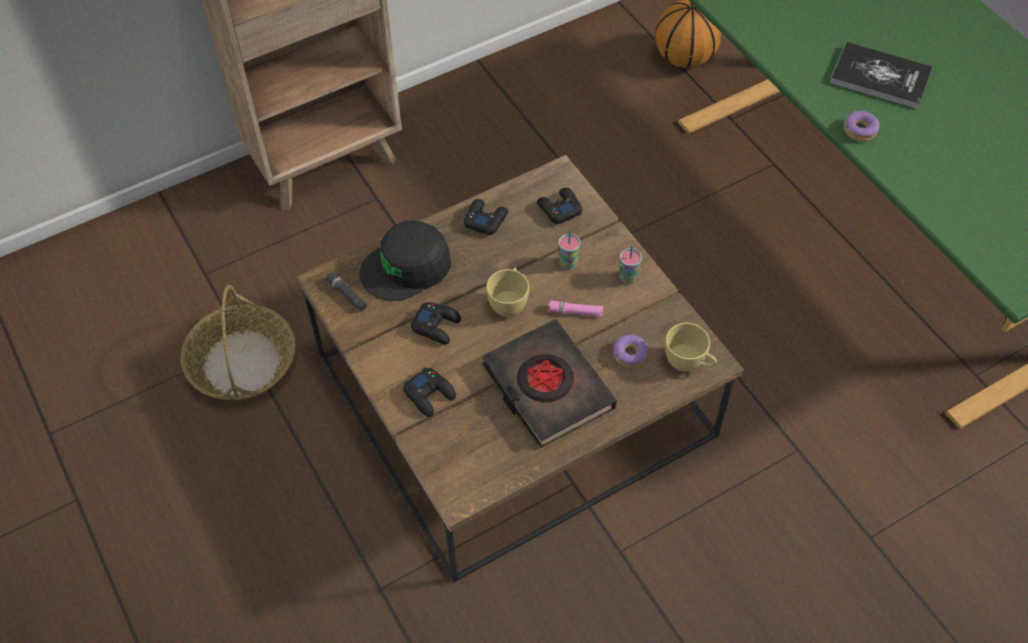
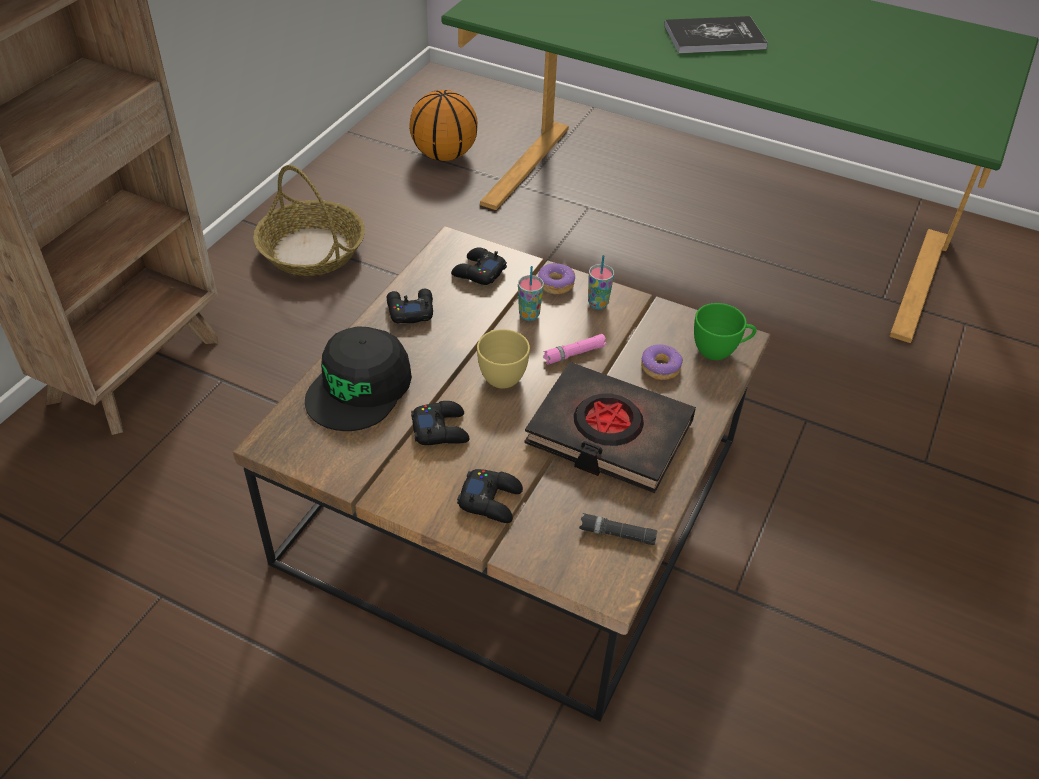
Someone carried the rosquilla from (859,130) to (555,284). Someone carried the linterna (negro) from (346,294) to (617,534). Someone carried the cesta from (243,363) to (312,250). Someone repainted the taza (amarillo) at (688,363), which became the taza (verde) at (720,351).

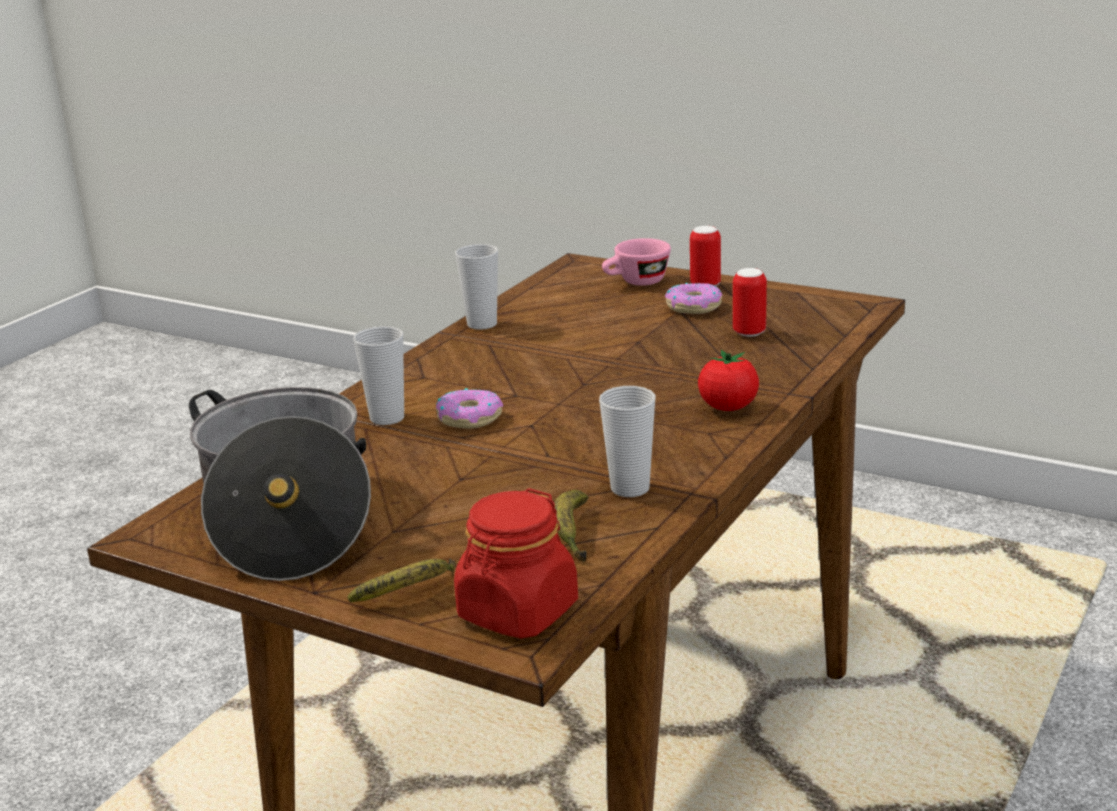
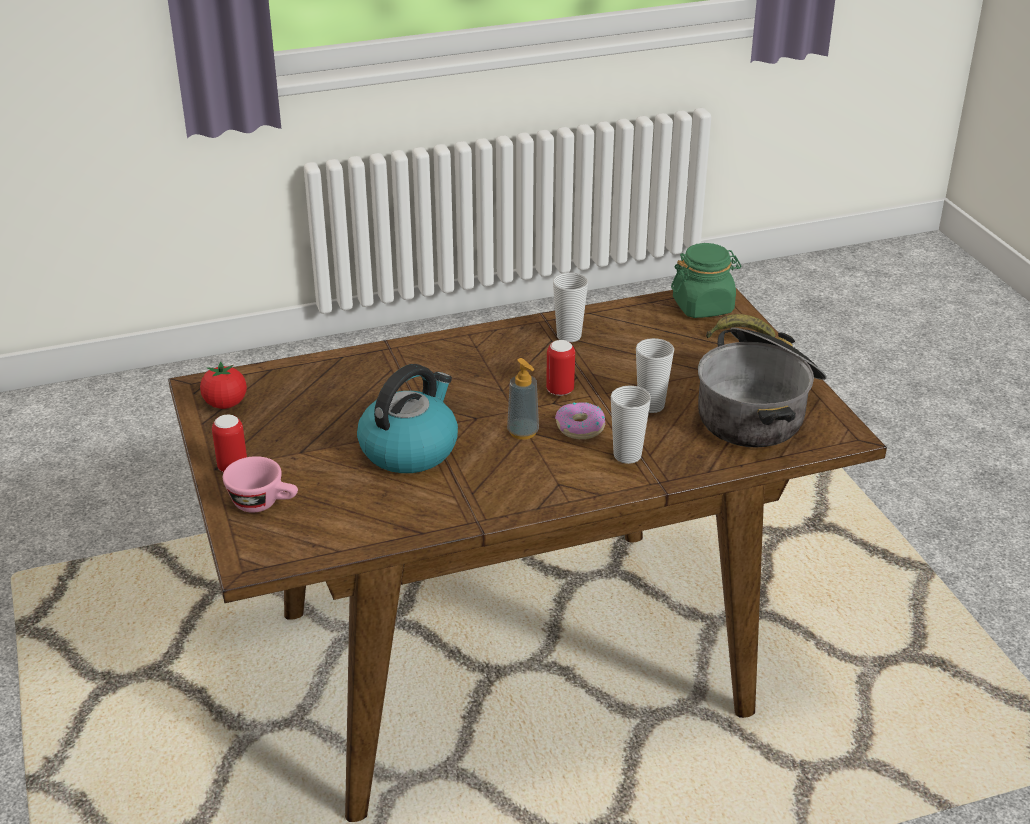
Someone carried the taza from (482,324) to (651,406). Someone carried the lata from (749,332) to (560,390). Someone took away the rosquilla at (693,306). Someone carried the tomate from (728,407) to (225,404). Someone repainted the tarro (rojo) at (517,612), which became the tarro (verde) at (703,306). Someone took away the plátano at (572,534). Someone put down the dispensador de jabón at (523,432). Someone put down the hervidor at (409,448).

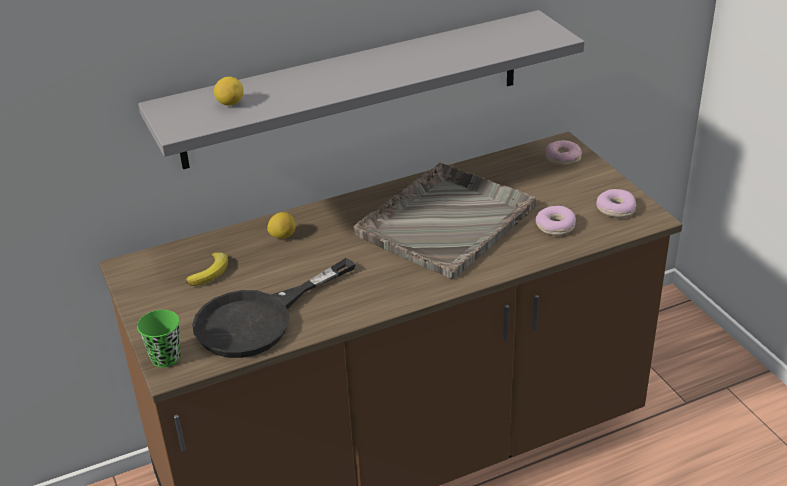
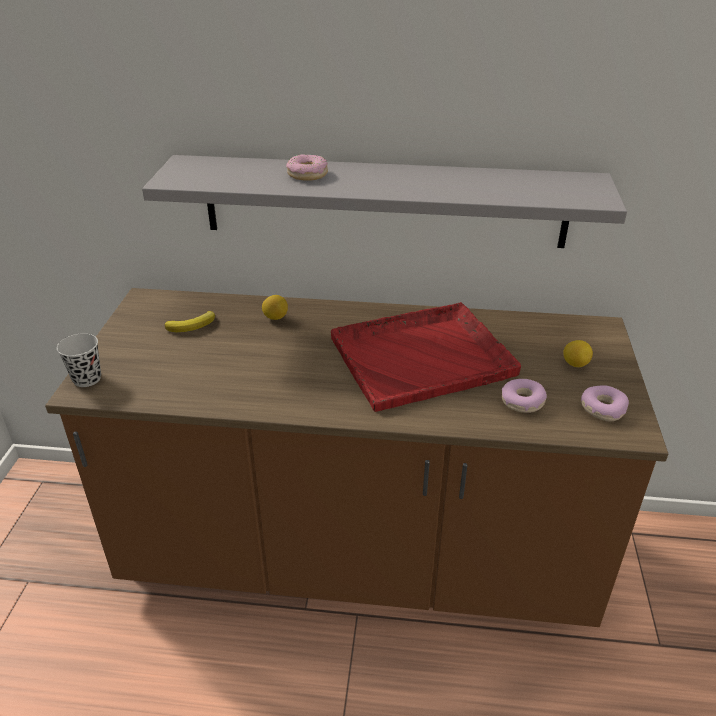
Someone carried the limón from (230,103) to (575,364). Someone carried the rosquilla from (563,158) to (307,174). Someone repainted the bandeja (gris) at (447,220), which became the bandeja (rojo) at (423,356). Someone took away the sartén (negro) at (259,319). Someone repainted the taza (verde) at (165,358), which became the taza (negro) at (87,379).

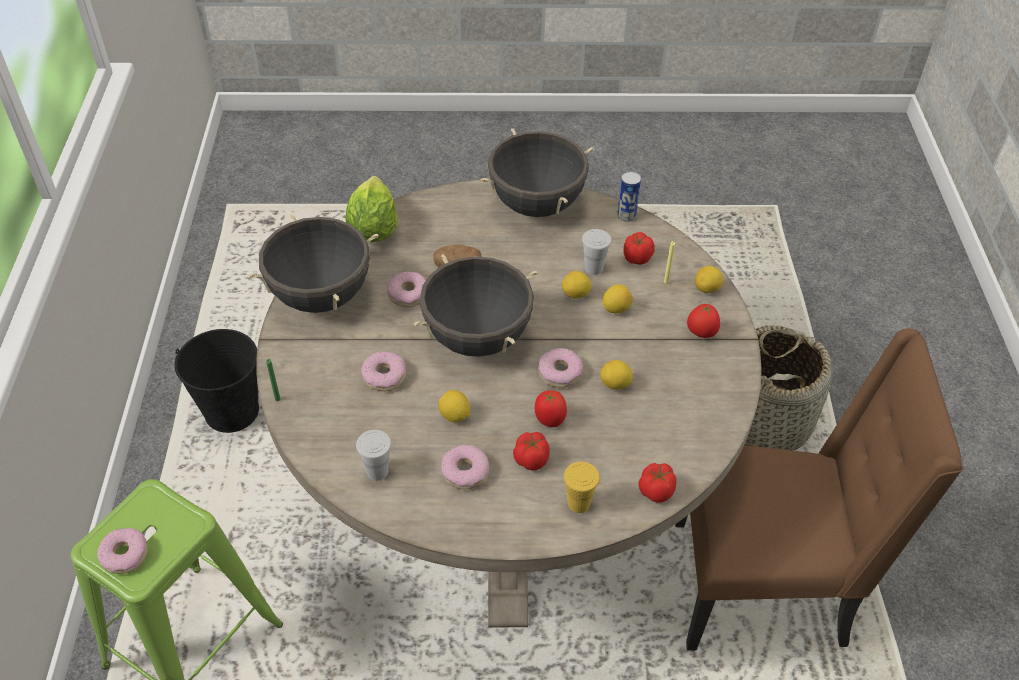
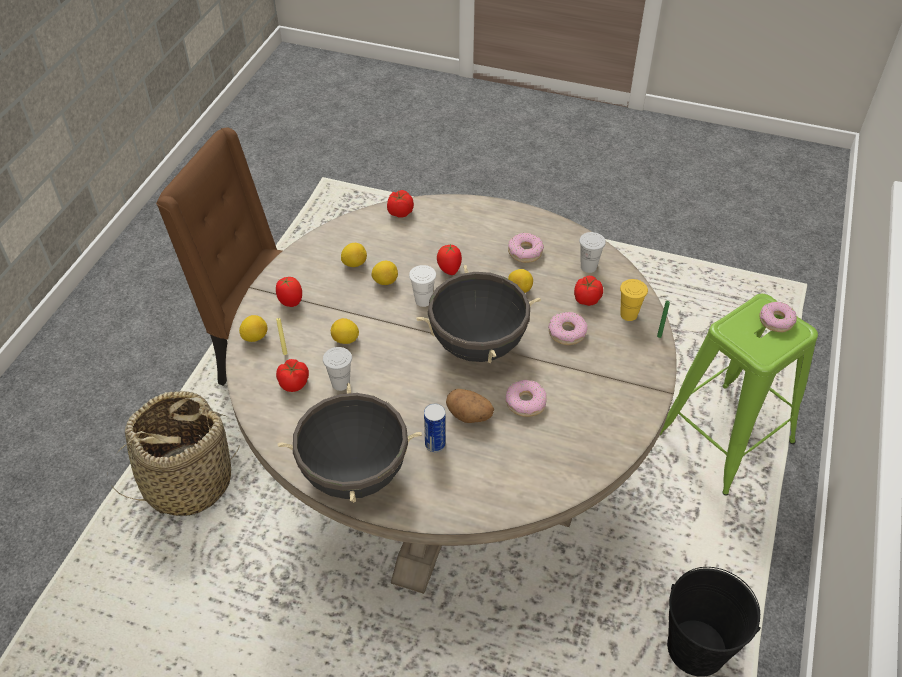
Someone carried the lata from (626,216) to (435,444). Someone took away the lechuga at (373,228). Someone took away the olla (negro) at (321,296). Someone carried the limón from (576,294) to (354,263). Someone swapped the rosquilla at (559,372) for the taza (blanco) at (423,300). Someone carried the tomate from (531,459) to (586,299). Someone carried the taza (amarillo) from (578,503) to (628,314).

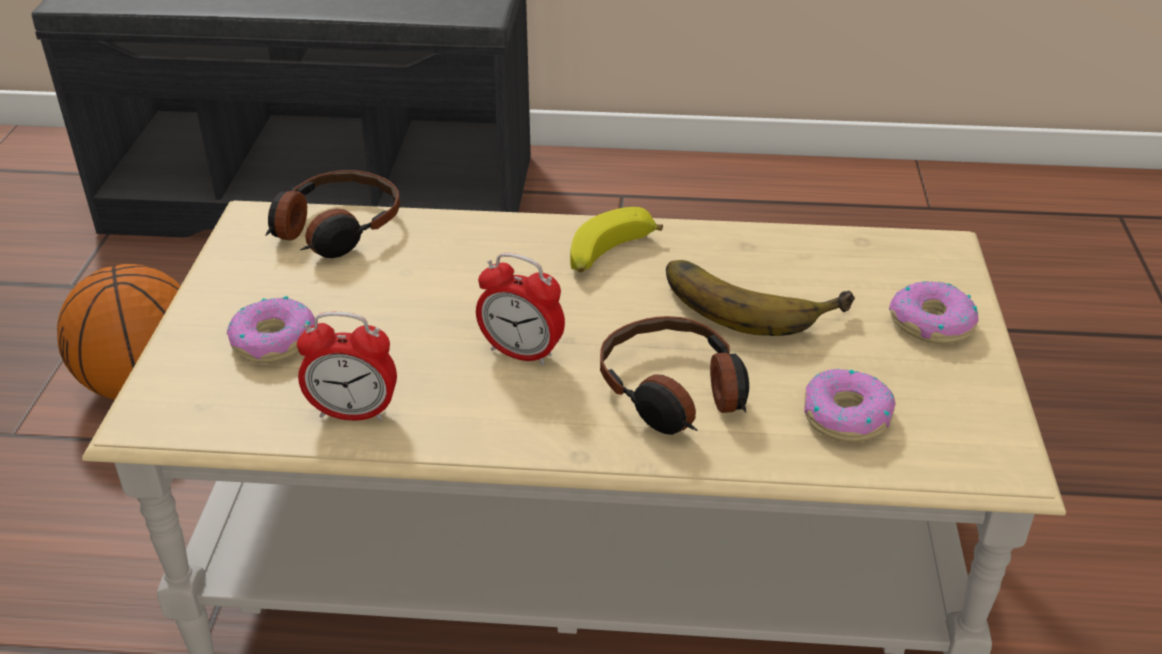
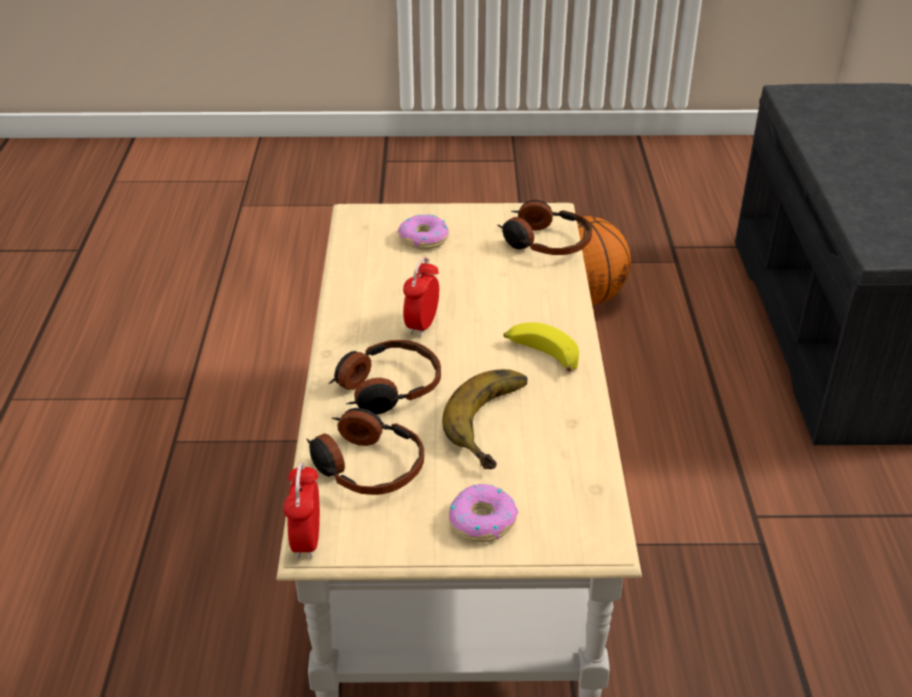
Someone carried the despertador from (353,413) to (307,541). Someone swapped the rosquilla at (845,416) for the auriculares at (366,465).

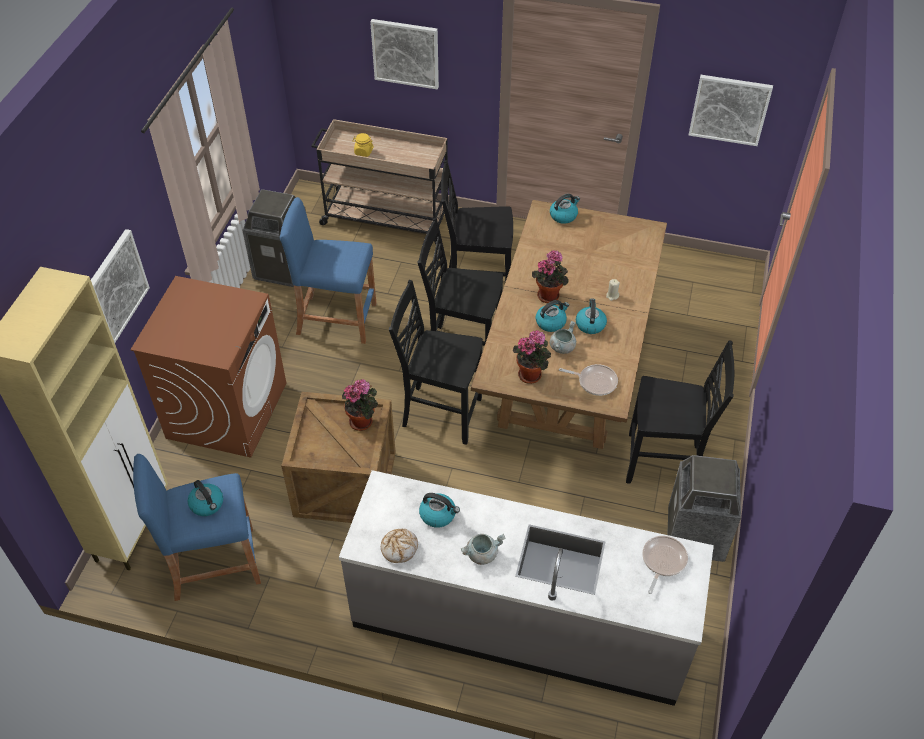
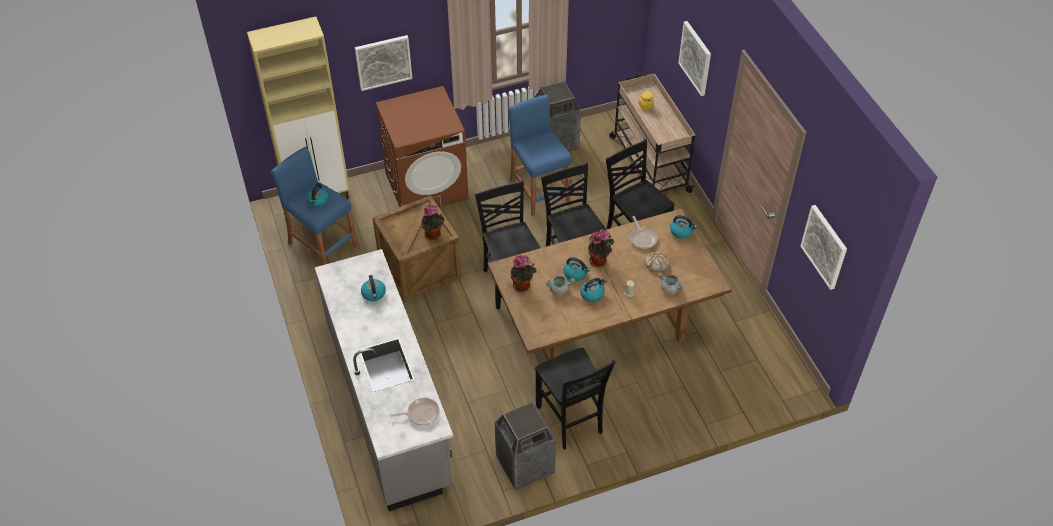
Someone carried the sartén from (595,381) to (642,238). Someone carried the pan from (399,548) to (657,264). Someone carried the olla (gris) from (482,554) to (670,289).

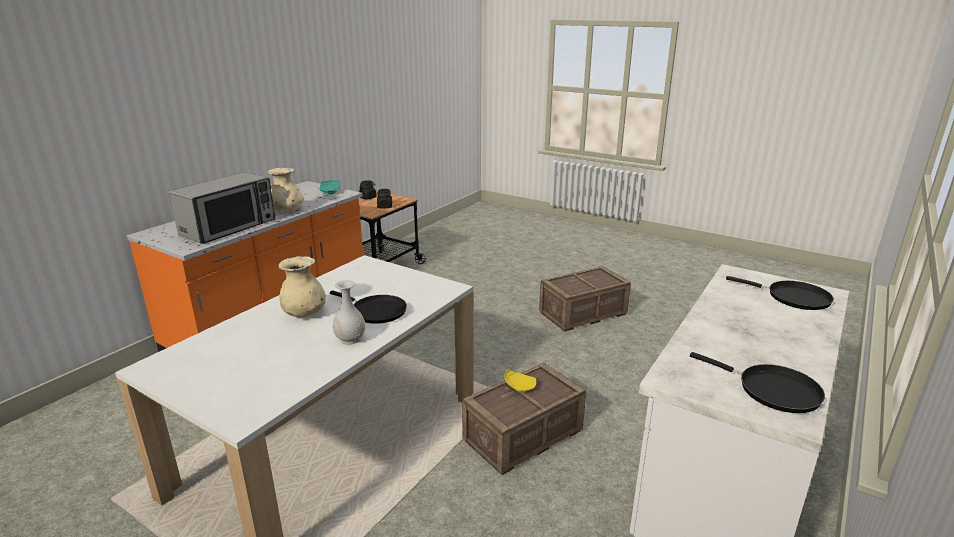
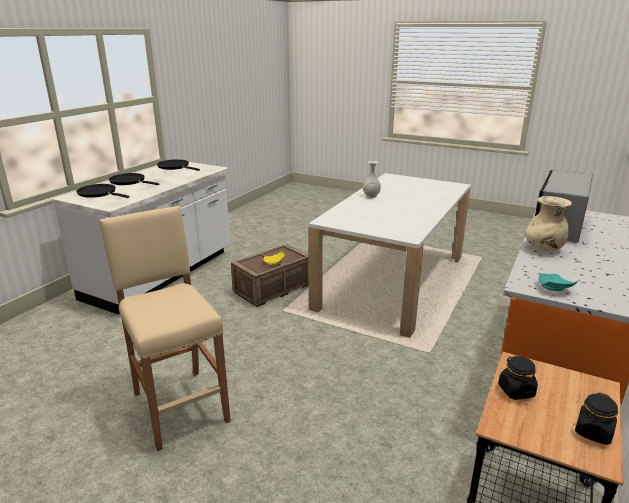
Someone took away the florero (beis) at (304,313). Someone swapped the caja de embalaje at (583,314) for the taburete (beis) at (179,406). Someone carried the sartén (negro) from (375,311) to (129,182).

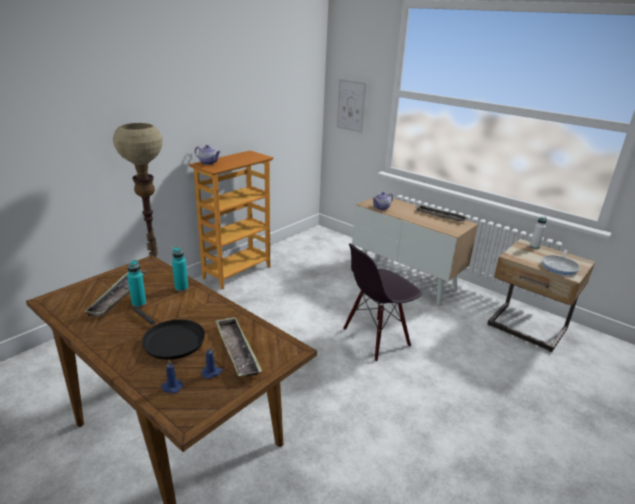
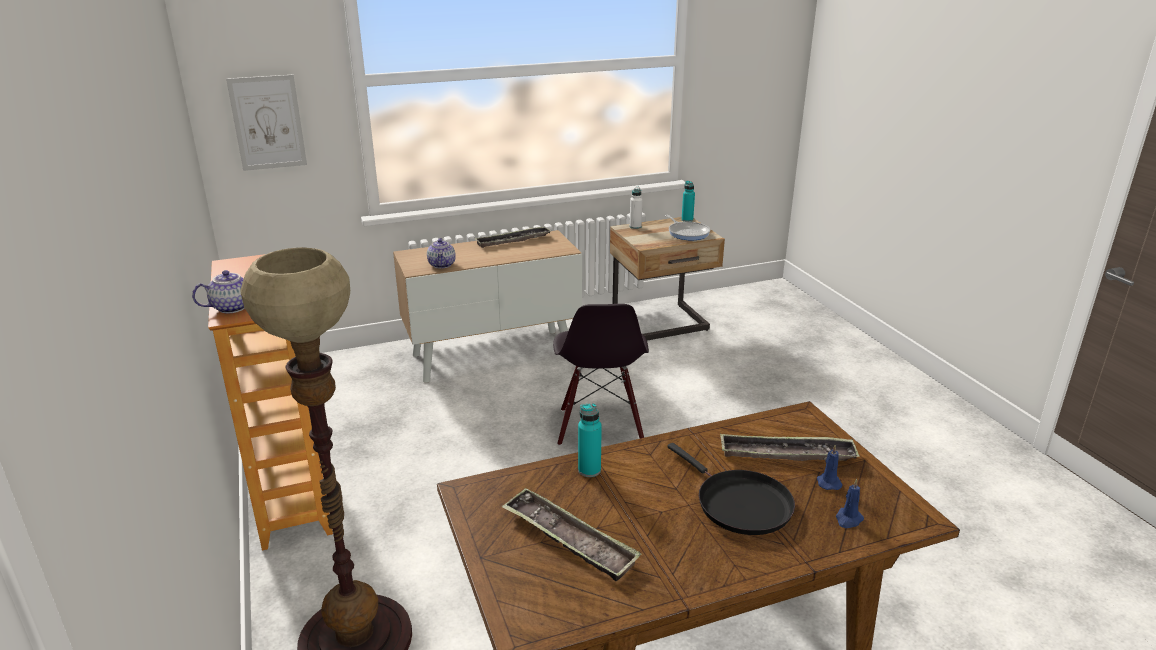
Someone carried the botella (turquesa) from (139,303) to (687,220). Someone rotated the sartén (negro) at (171,340) by 75 degrees clockwise.

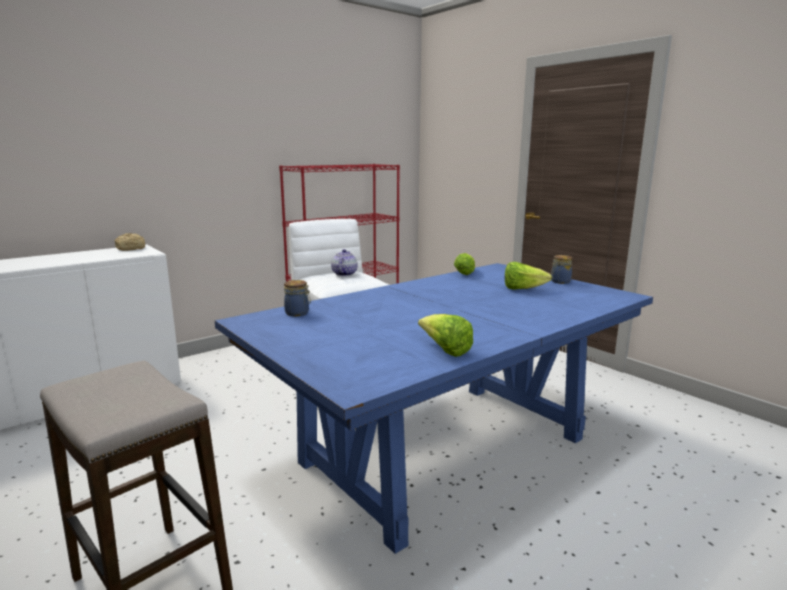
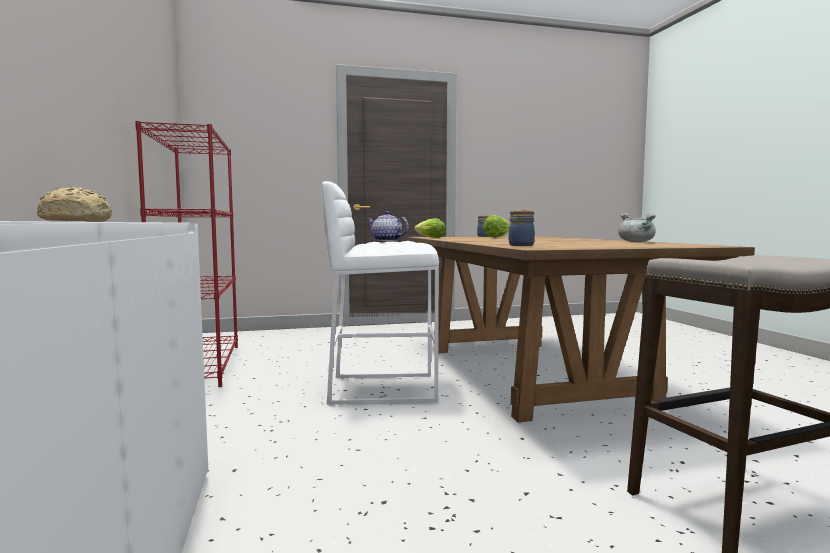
Someone repainted the mesa de comedor (azul) at (446,449), which became the mesa de comedor (marrón) at (528,373). Someone swapped the lechuga at (445,350) for the olla (gris) at (637,242).

